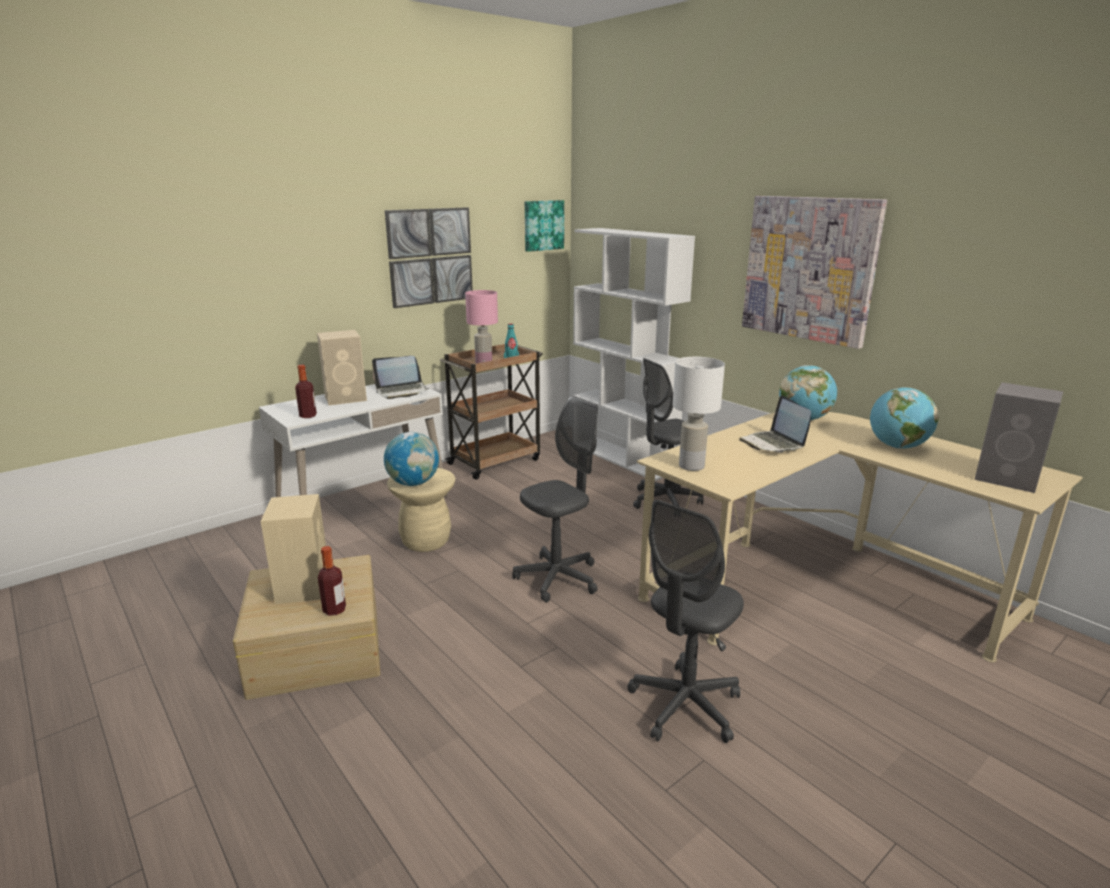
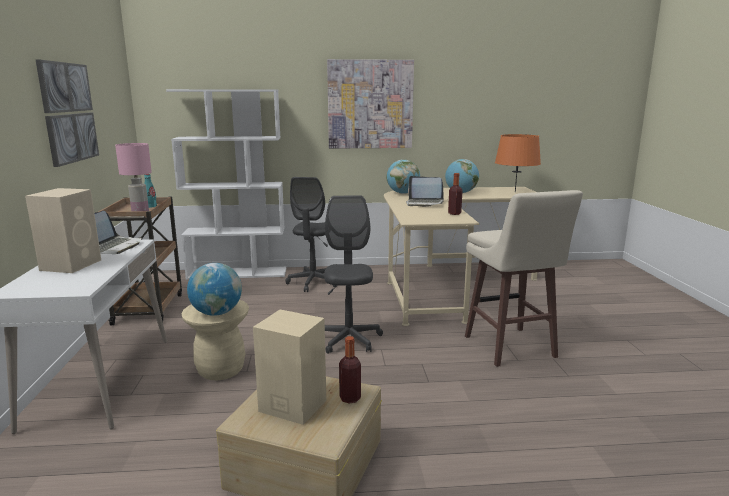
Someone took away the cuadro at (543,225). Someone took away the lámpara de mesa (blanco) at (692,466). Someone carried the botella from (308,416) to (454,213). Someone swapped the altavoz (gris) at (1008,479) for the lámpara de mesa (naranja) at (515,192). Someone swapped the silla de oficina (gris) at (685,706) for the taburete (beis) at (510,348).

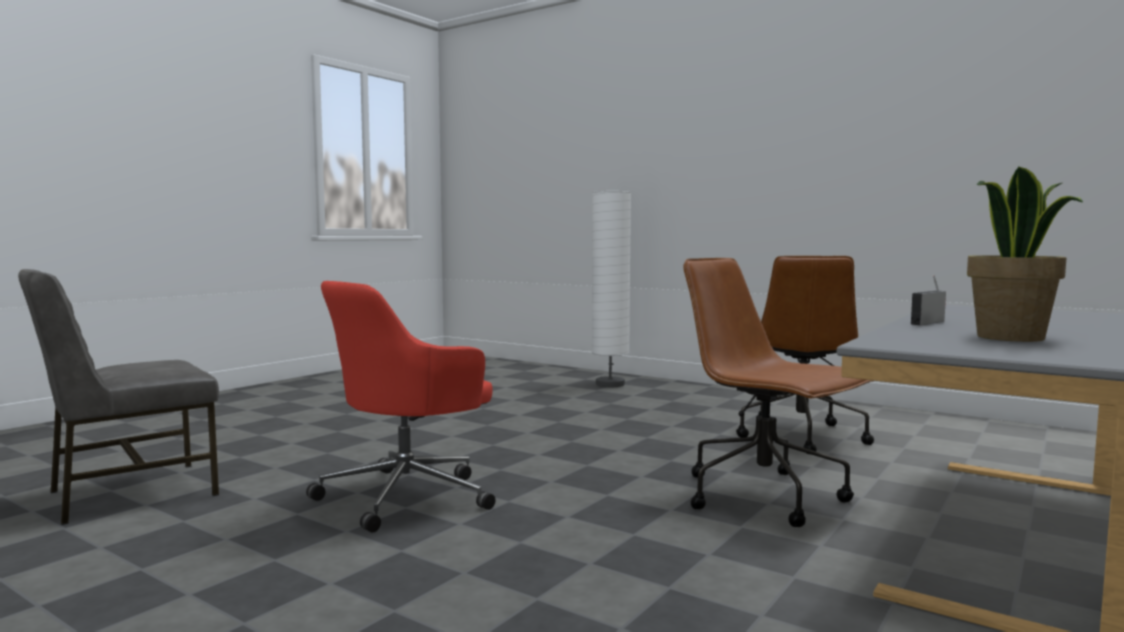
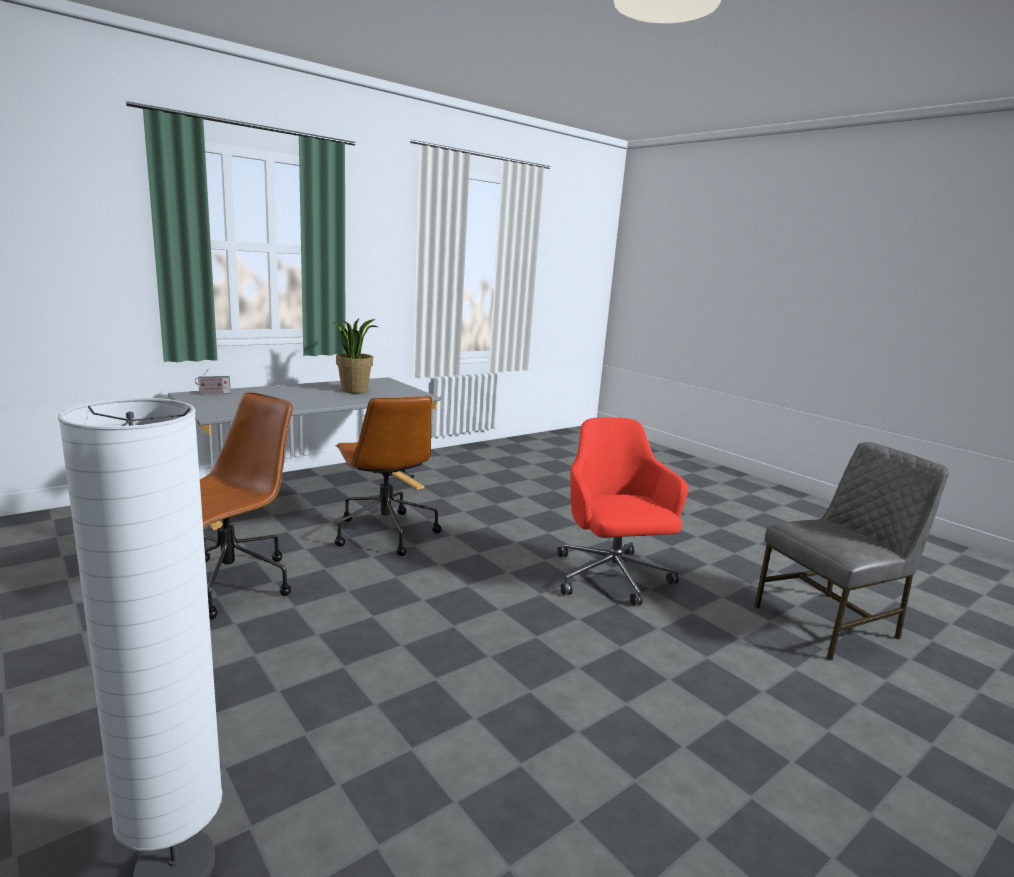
Someone carried the radio from (928,322) to (213,393). Someone rotated the silla de oficina (rojo) at (408,495) by 75 degrees counterclockwise.

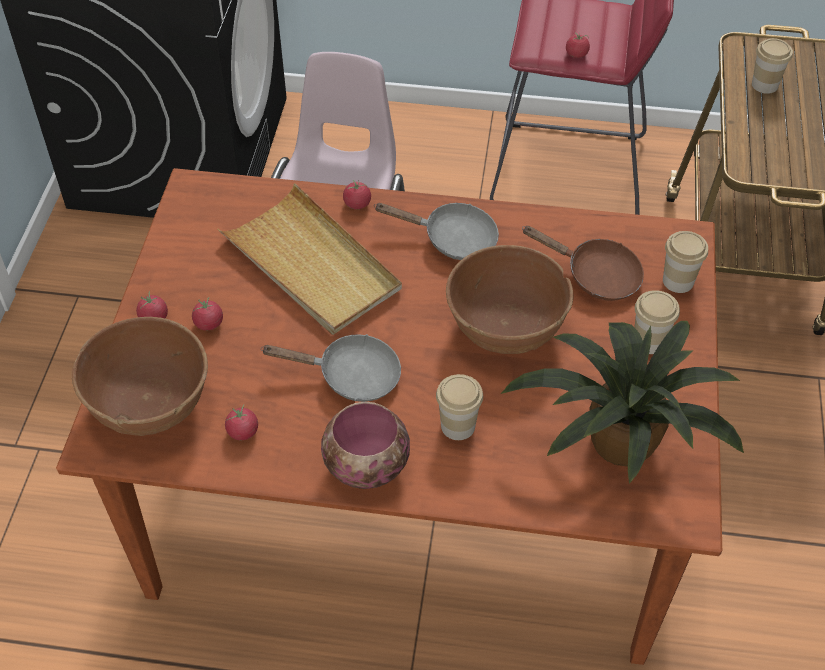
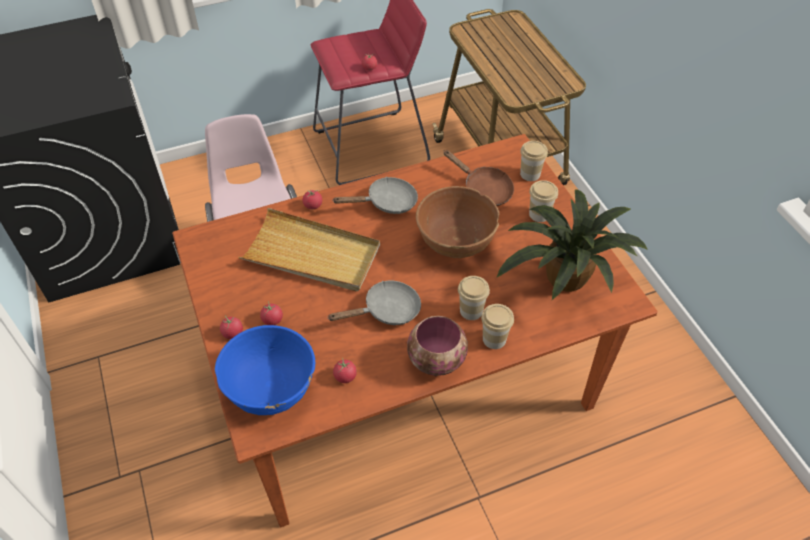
Someone carried the taza from (764,85) to (494,339). Someone rotated the sartén (marrón) at (595,275) by 45 degrees clockwise. Someone repainted the cuenco (marrón) at (150,403), which became the cuenco (azul) at (271,387).

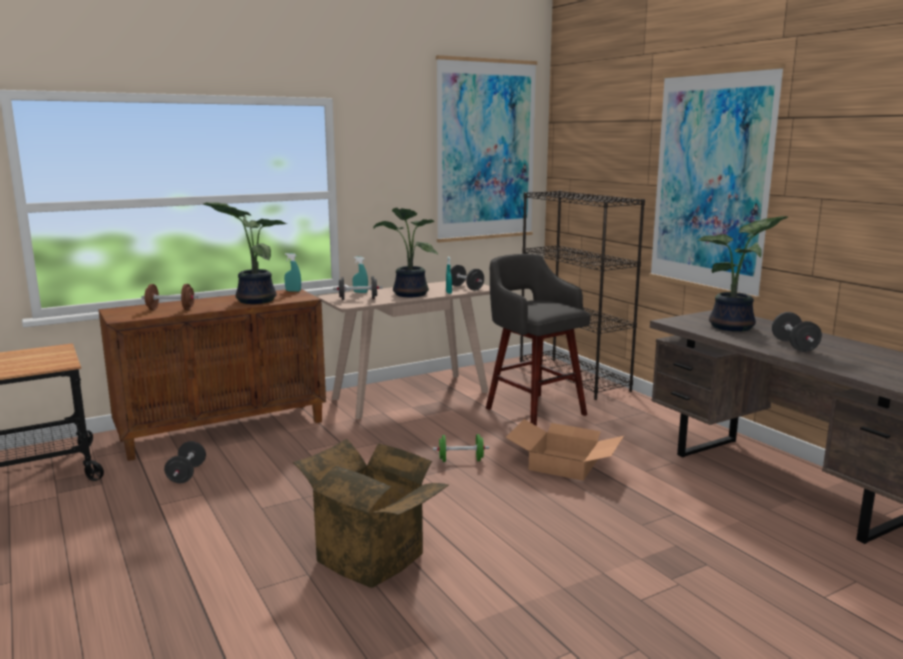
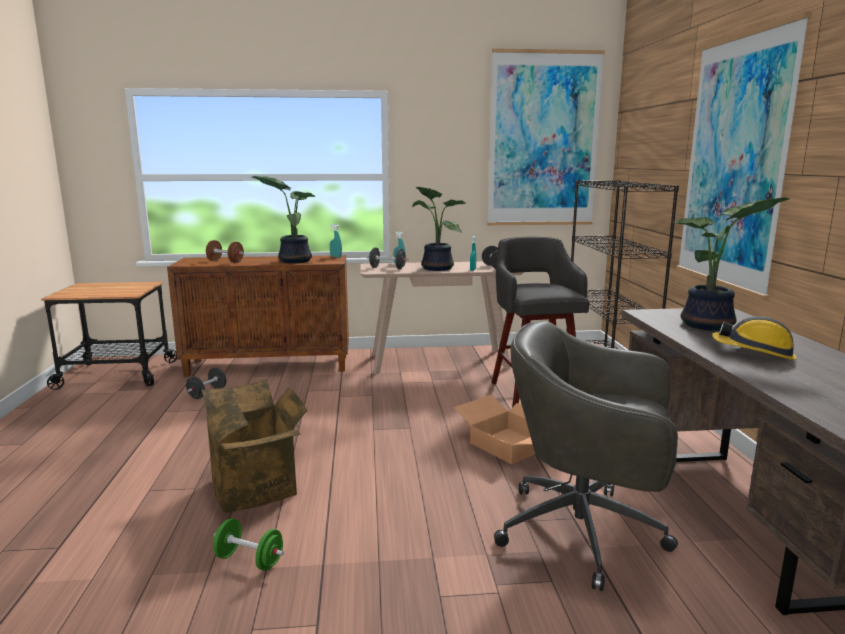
Someone swapped the mancuerna (negro) at (794,346) for the casco at (754,352). Someone carried the mancuerna (verde) from (461,460) to (249,560). Someone put down the silla de oficina (gris) at (585,532).

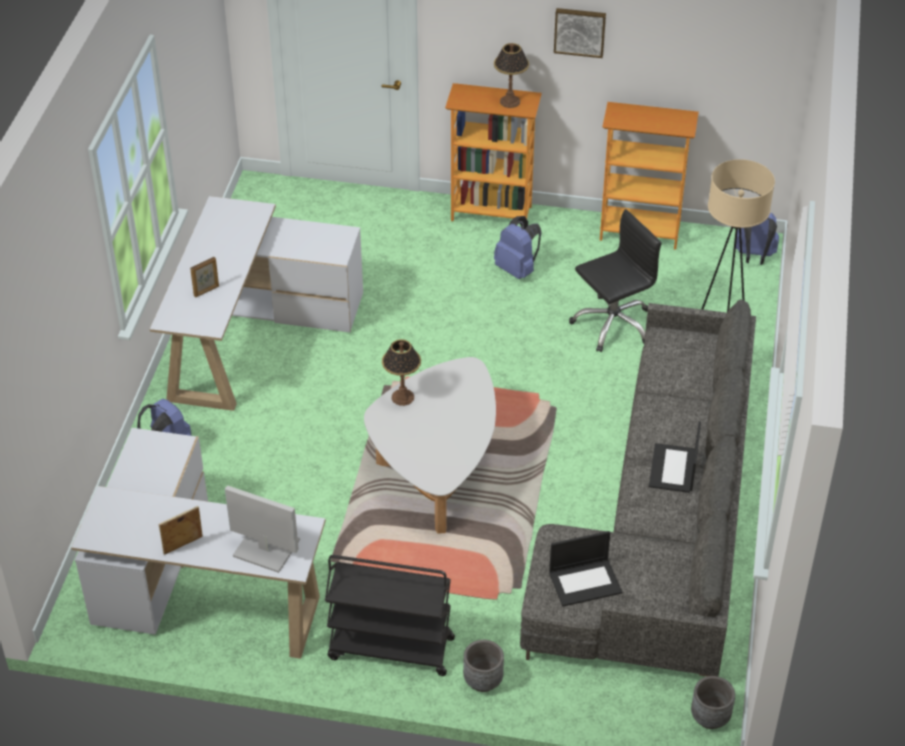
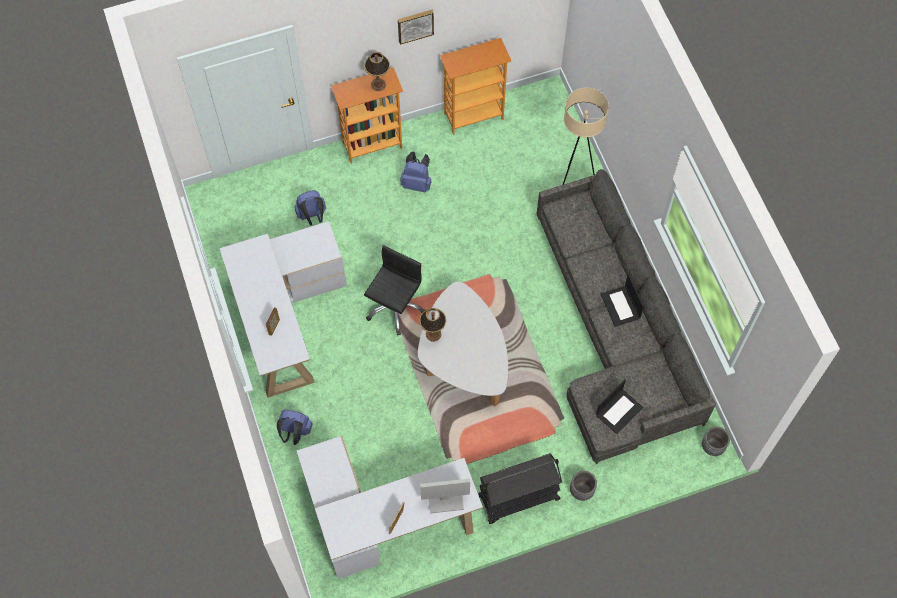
Someone carried the silla de oficina (negro) from (612,324) to (395,307). Someone carried the mochila (azul) from (754,257) to (312,216).

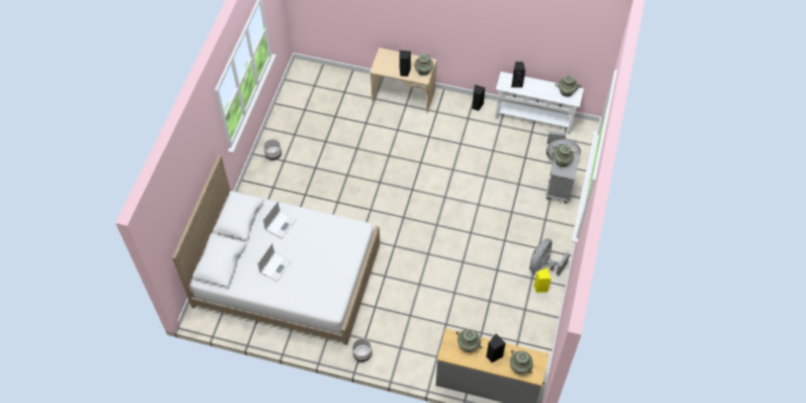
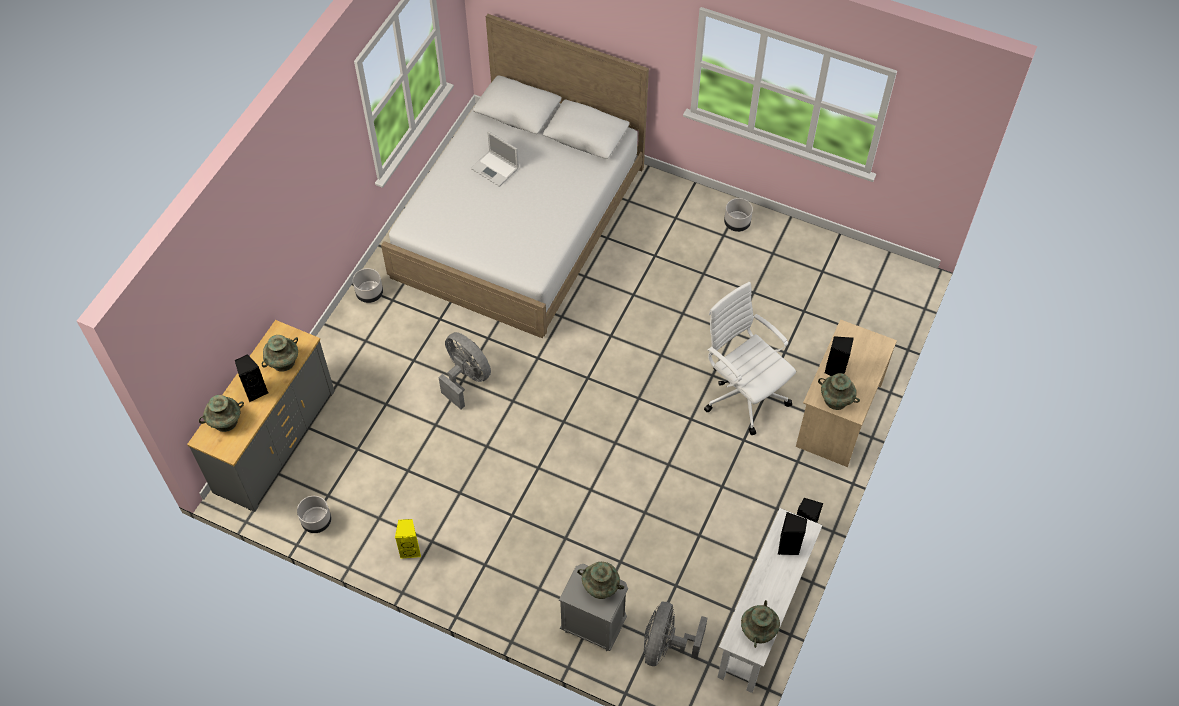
Someone took away the portátil at (280,224). Someone carried the ventilador (gris) from (543,265) to (466,378). Someone put down the silla de oficina (blanco) at (743,393). Someone put down the maceta (gris) at (316,521).

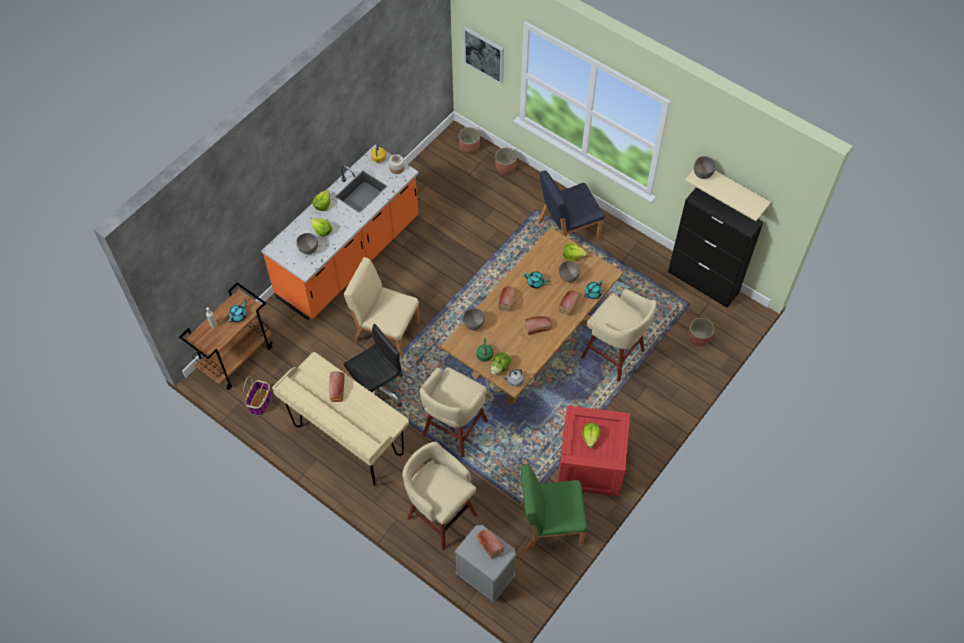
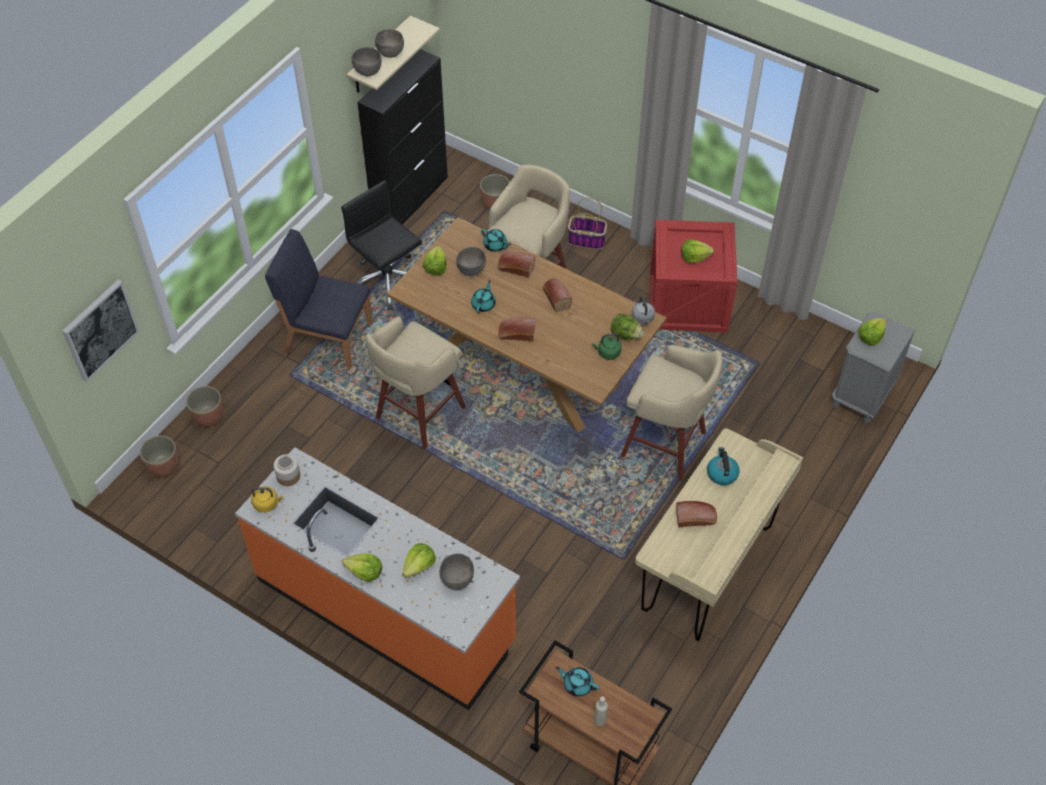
Someone rotated the silla (azul) at (567,230) by 135 degrees clockwise. Someone took away the silla (beis) at (386,330). Someone carried the cuenco (gris) from (473,325) to (390,53). Someone carried the silla de oficina (negro) from (377,390) to (387,281). Someone carried the cesta from (260,402) to (587,240). Someone carried the taburete (beis) from (440,515) to (418,414). Someone took away the silla (verde) at (550,524). Someone swapped the pan at (489,544) for the lechuga at (871,336). Someone put down the hervidor at (722,473).

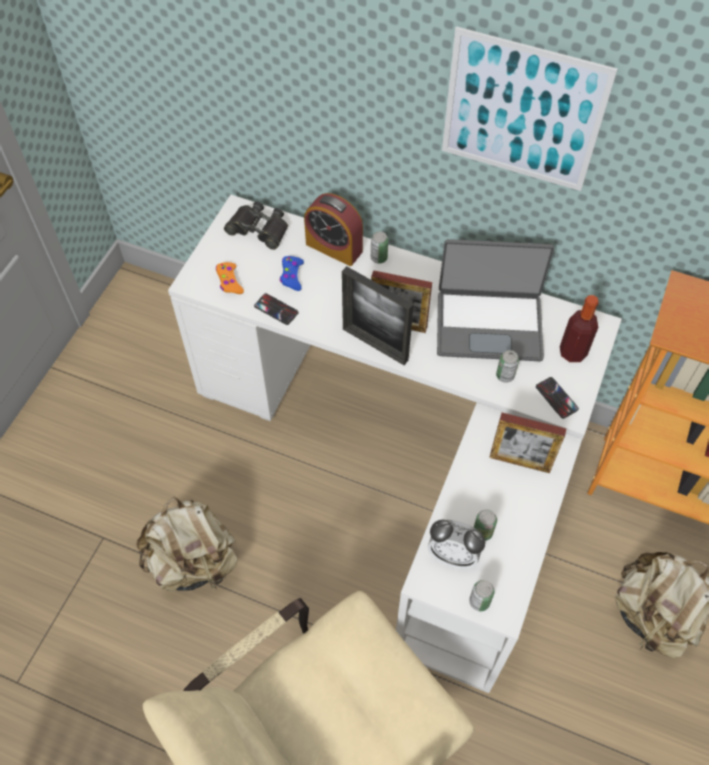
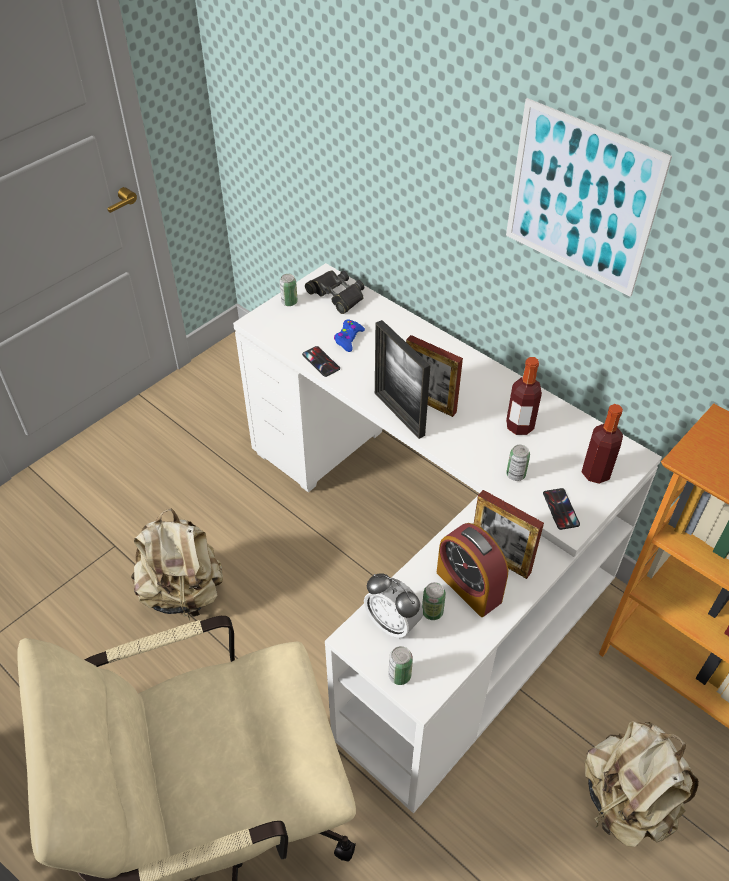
Someone carried the despertador from (334,247) to (469,586). Someone carried the lata from (379,258) to (289,302). Someone swapped the portátil at (489,324) for the botella at (519,426). Someone took away the mando de consola (naranja) at (229,281).

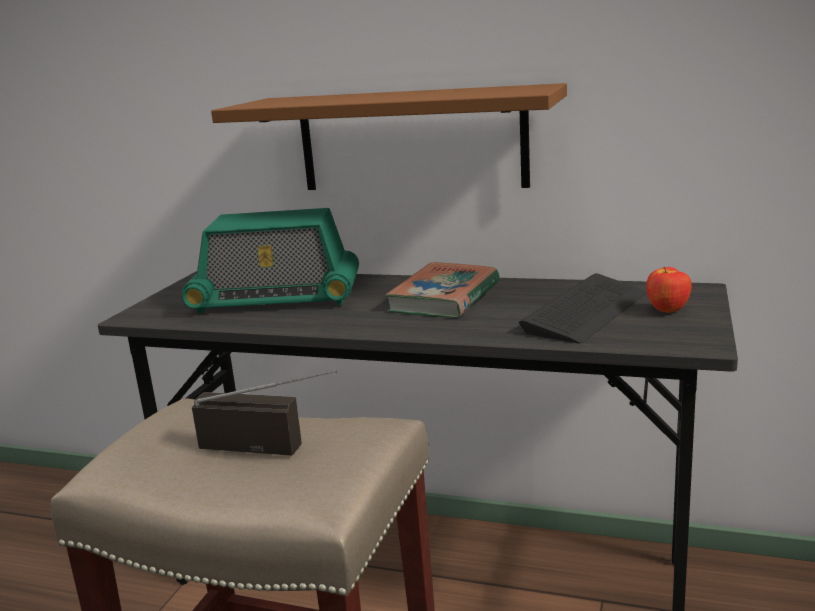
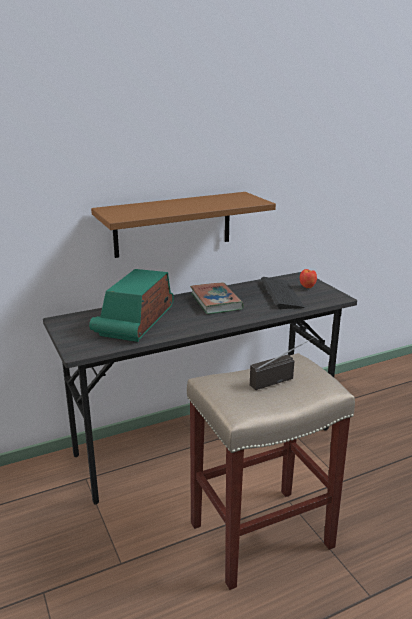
Someone rotated the radio at (276,298) by 150 degrees clockwise.

